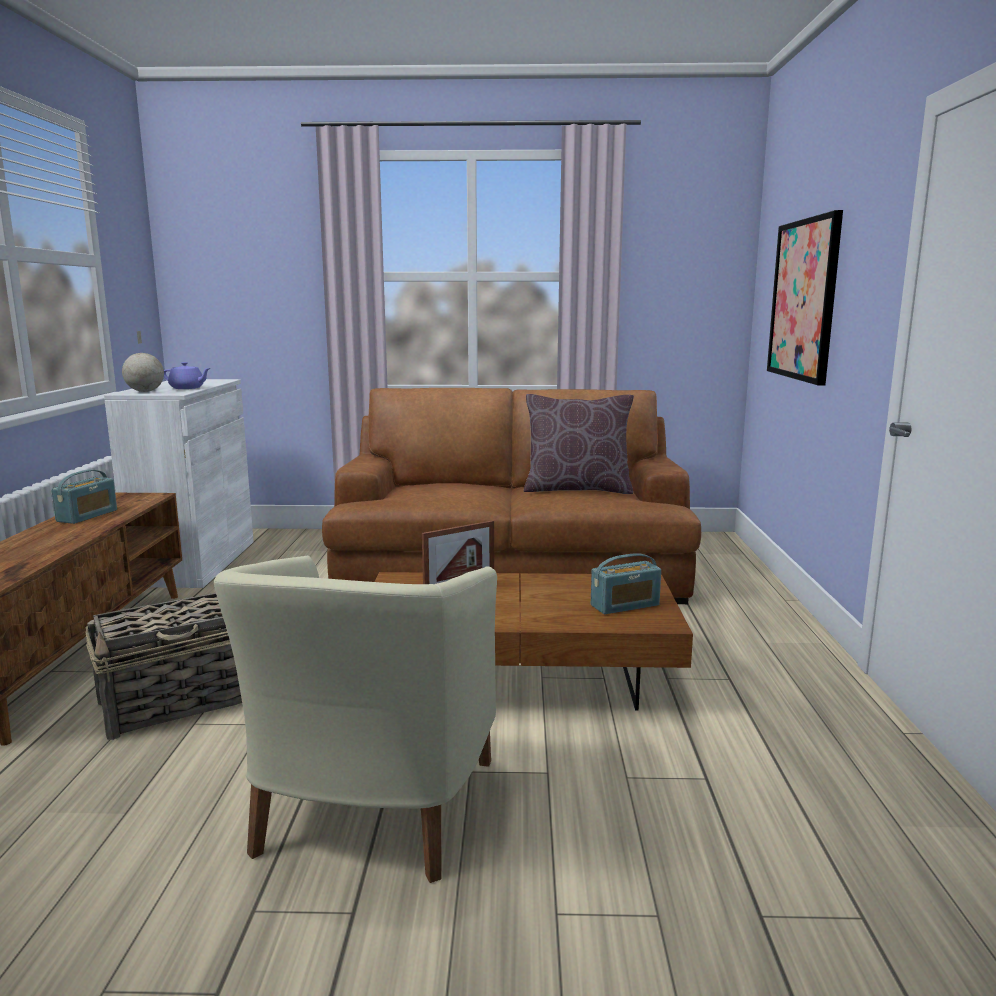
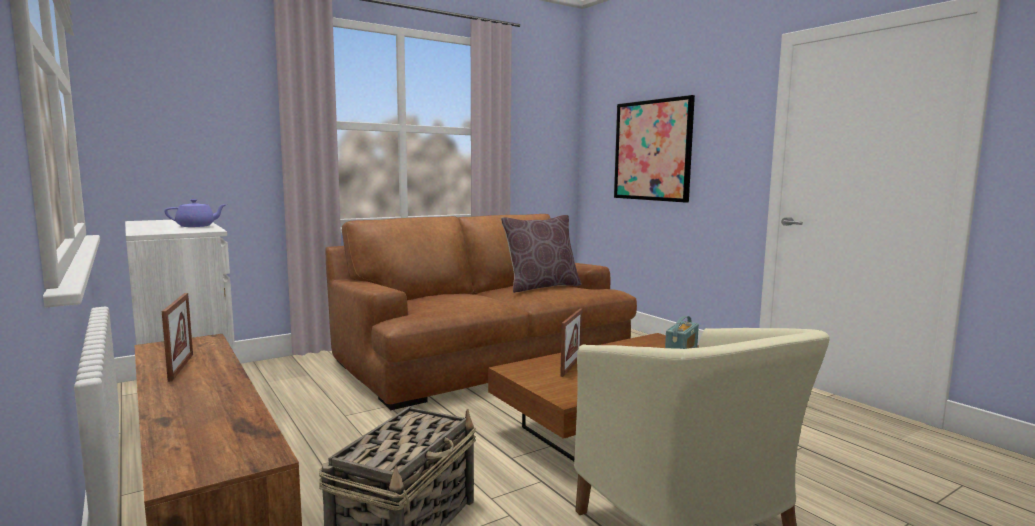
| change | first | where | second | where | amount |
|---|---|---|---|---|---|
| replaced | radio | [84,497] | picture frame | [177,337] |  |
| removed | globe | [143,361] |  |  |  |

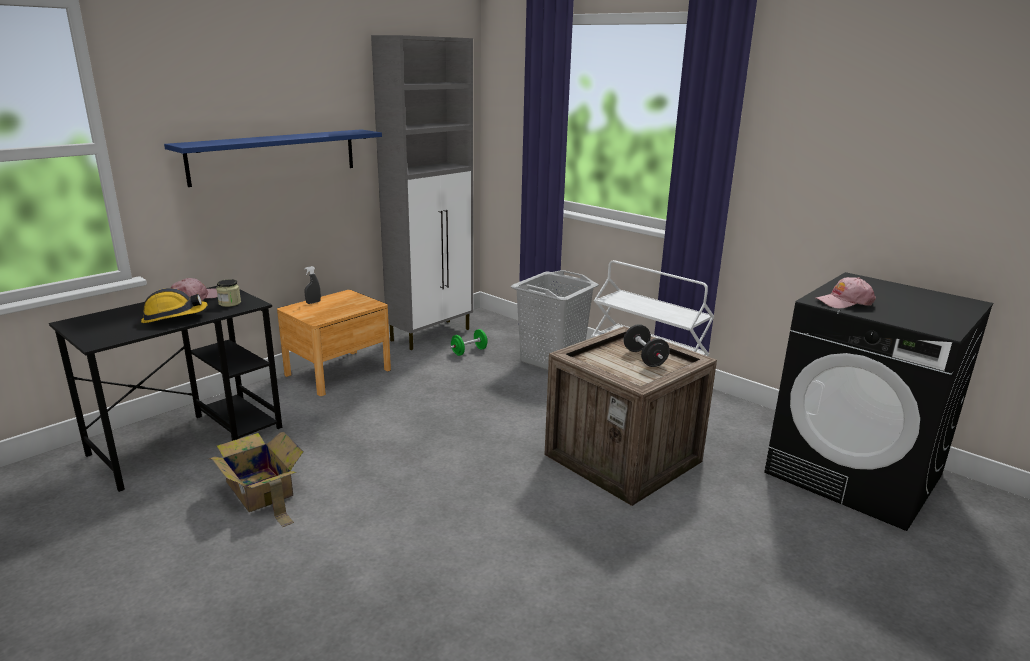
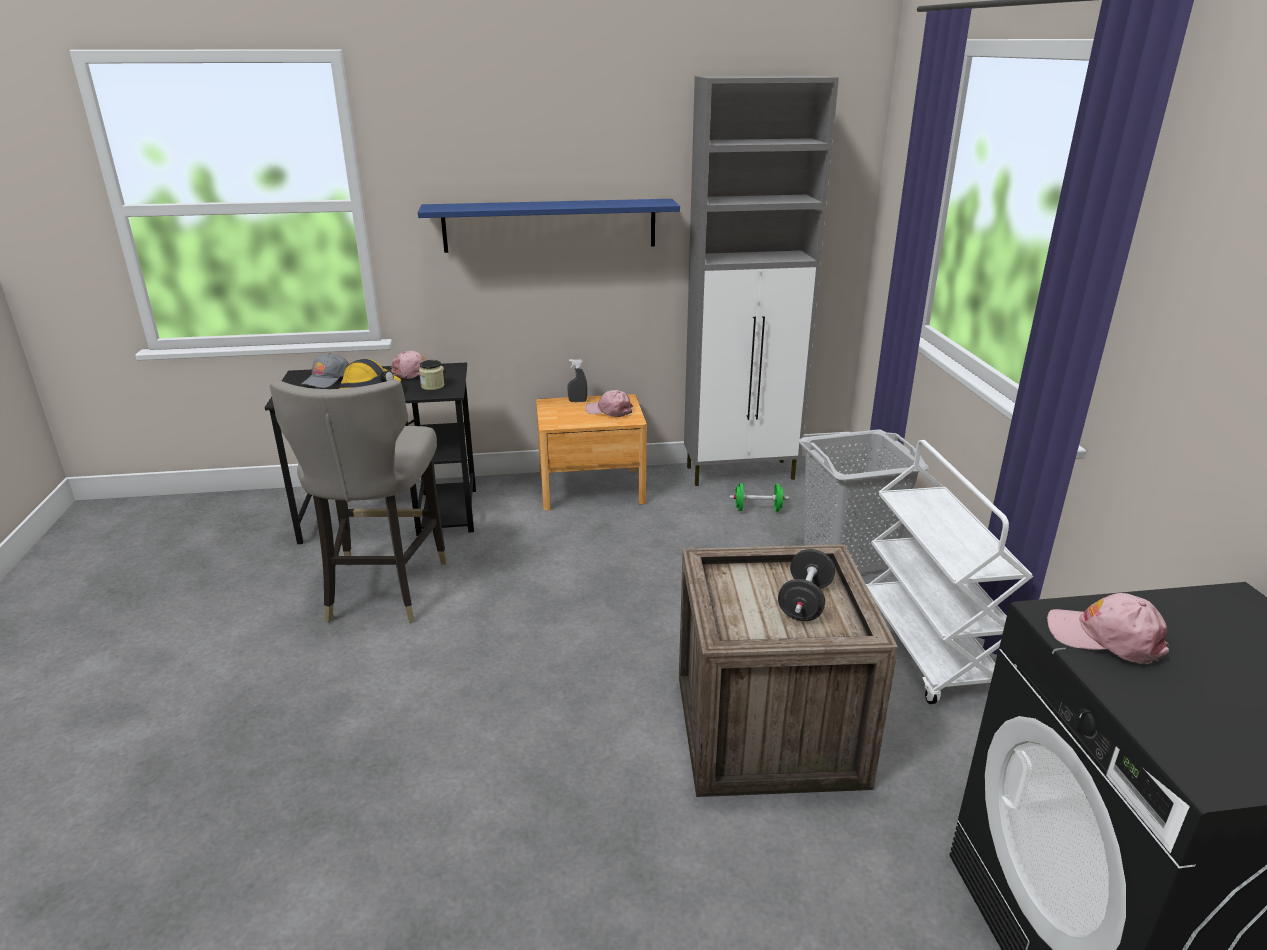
| change | first | where | second | where | amount |
|---|---|---|---|---|---|
| replaced | cardboard box | [256,479] | grey stool | [358,501] |  |
| added |  |  | grey cap | [325,370] |  |
| added |  |  | pink cap | [609,403] |  |

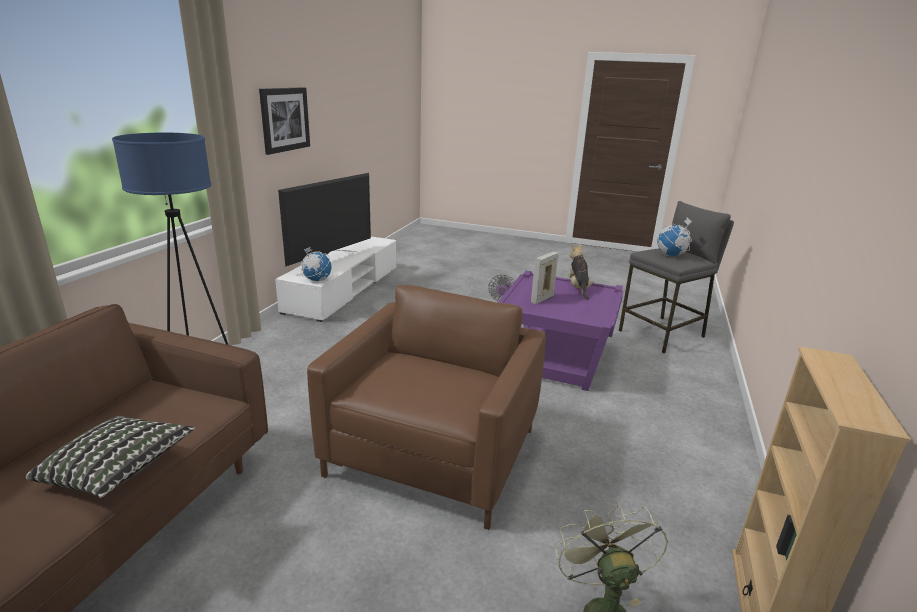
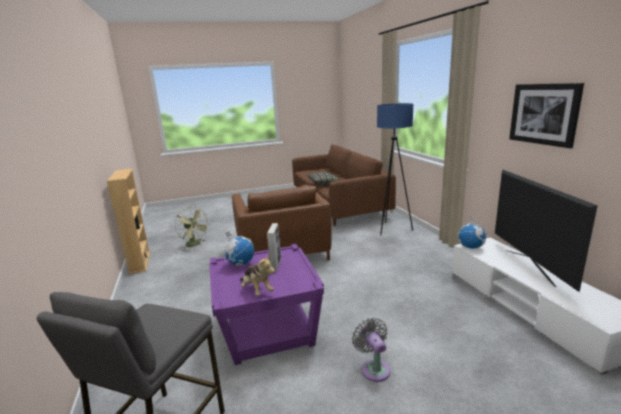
| change | first | where | second | where | amount |
|---|---|---|---|---|---|
| moved | globe | [674,236] |  | [238,248] |  |

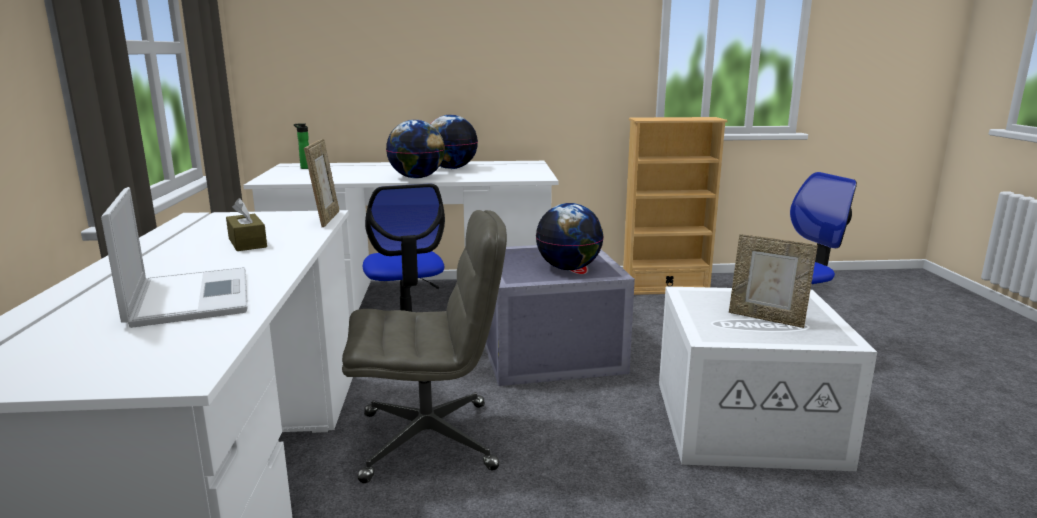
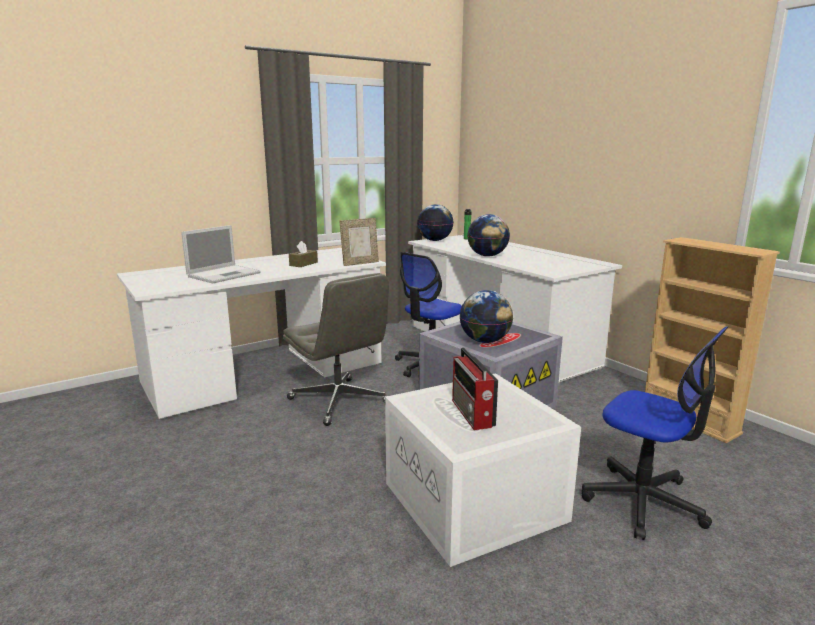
| change | first | where | second | where | amount |
|---|---|---|---|---|---|
| moved | globe | [454,142] |  | [435,222] |  |
| replaced | picture frame | [773,281] | radio | [475,389] |  |

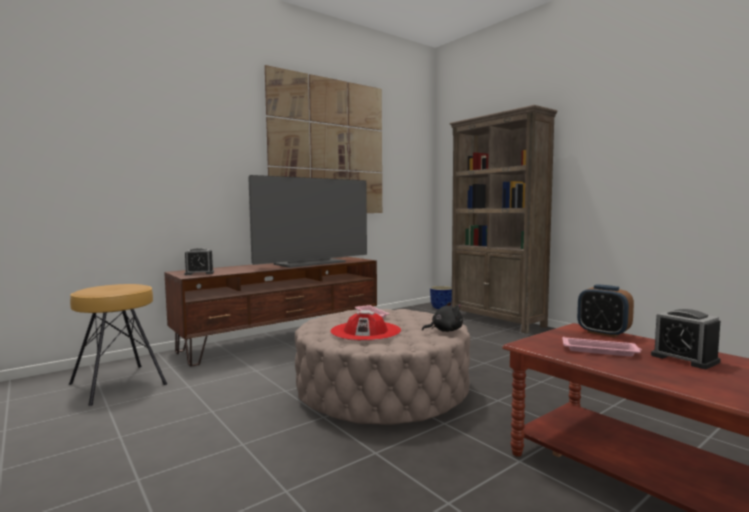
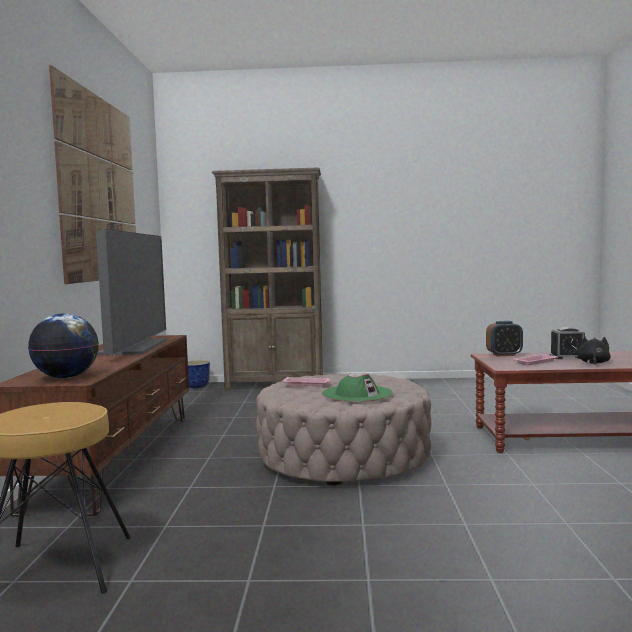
| change | first | where | second | where | amount |
|---|---|---|---|---|---|
| replaced | alarm clock | [199,261] | globe | [63,345] |  |
| recoloured | red hat | [365,325] | green hat | [357,387] |  |
| moved | black plush toy | [442,317] |  | [594,351] |  |

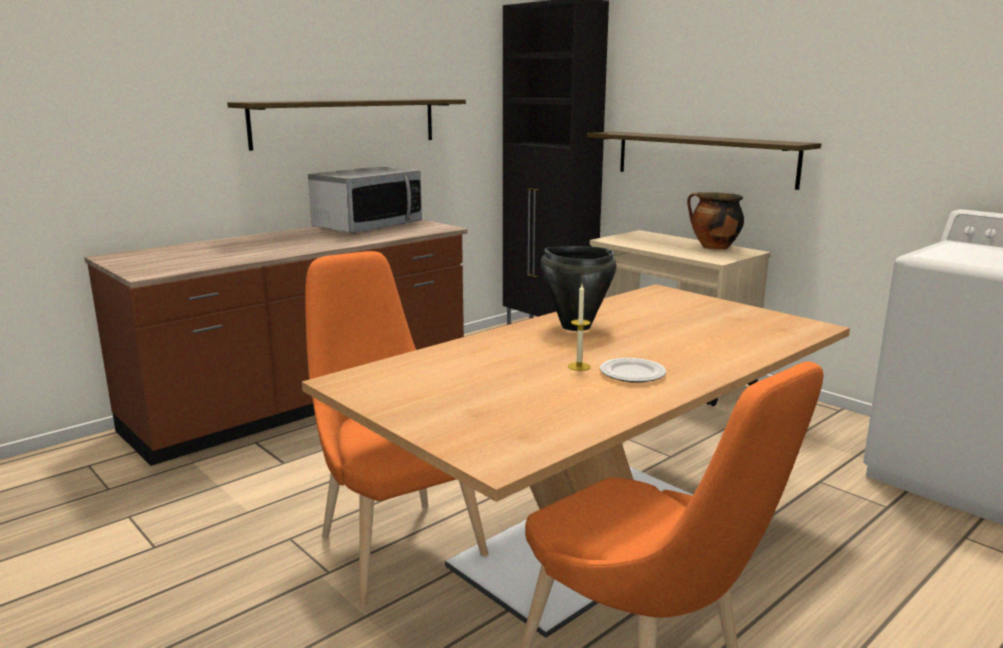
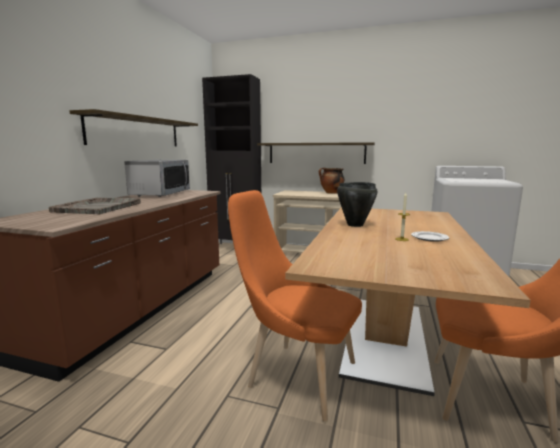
| change | first | where | second | where | amount |
|---|---|---|---|---|---|
| added |  |  | grey tray | [95,206] |  |

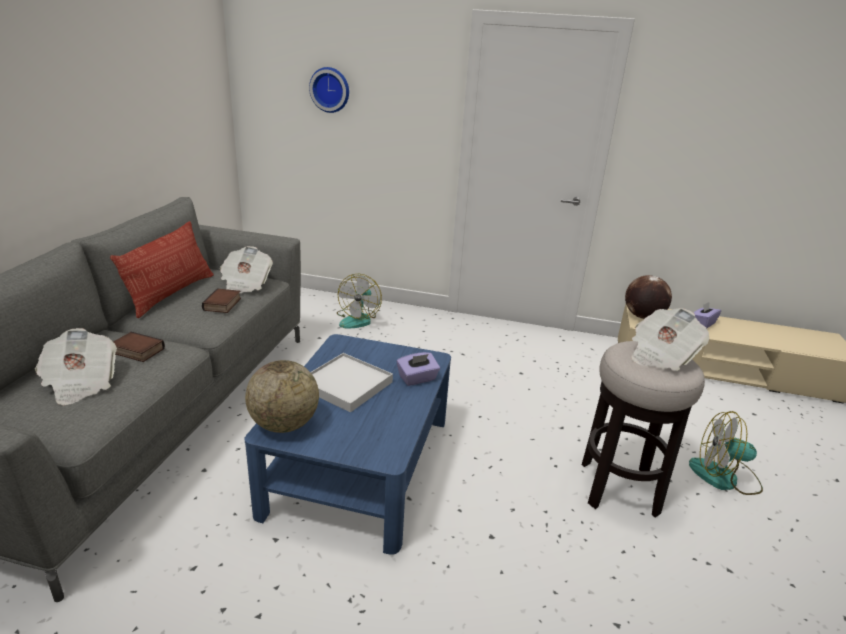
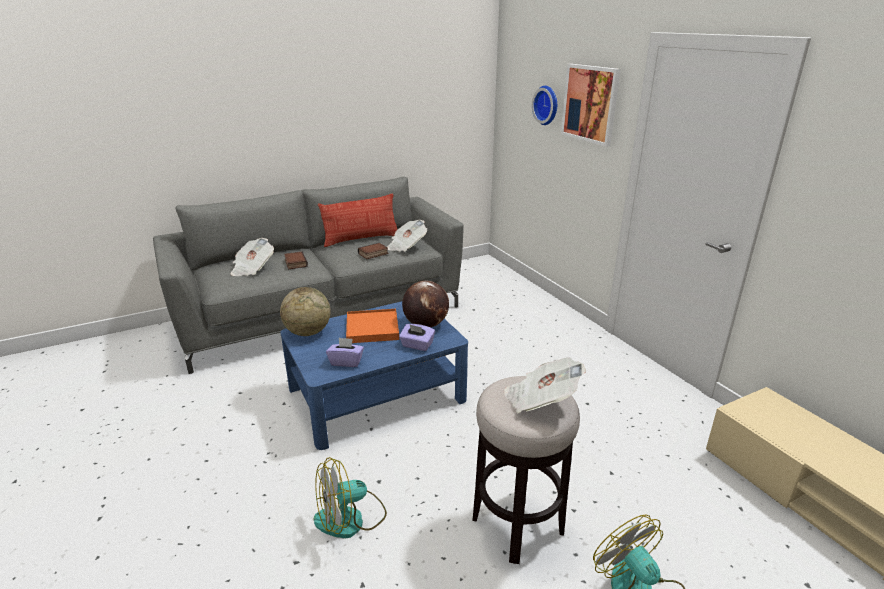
| change | first | where | second | where | amount |
|---|---|---|---|---|---|
| recoloured | white tray | [352,382] | orange tray | [372,326] |  |
| moved | fan | [359,301] |  | [350,497] |  |
| moved | globe | [648,297] |  | [425,304] |  |
| moved | purple tissue box | [707,315] |  | [345,352] |  |
| added |  |  | picture | [591,105] |  |

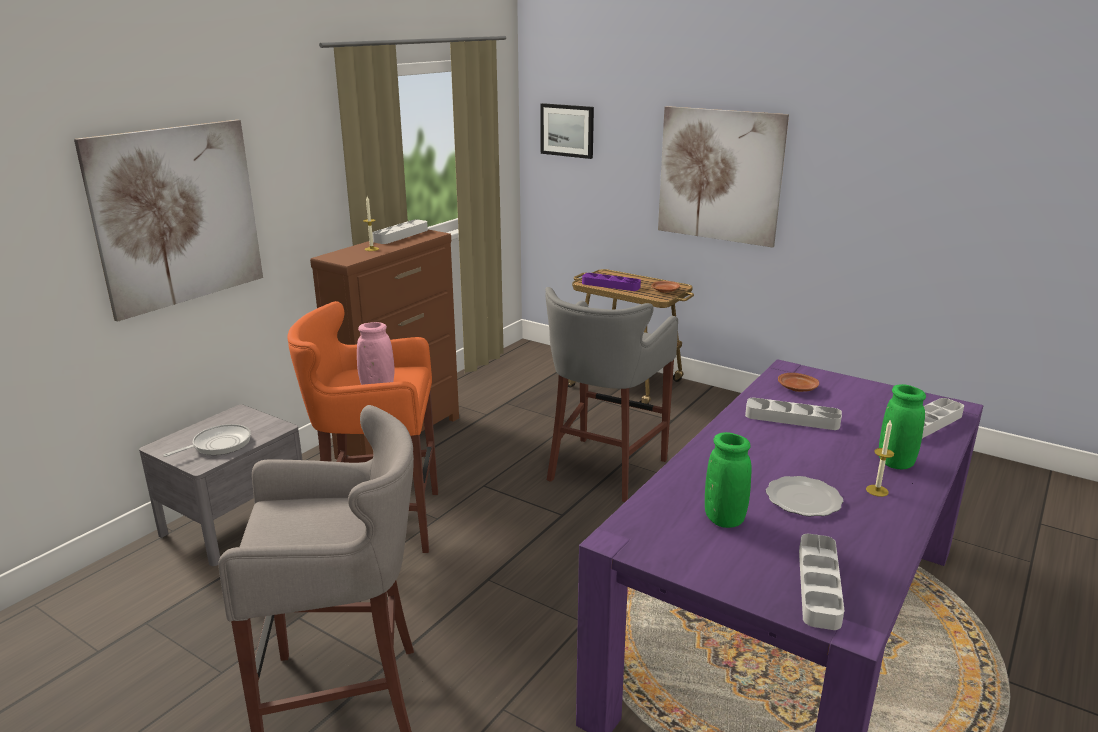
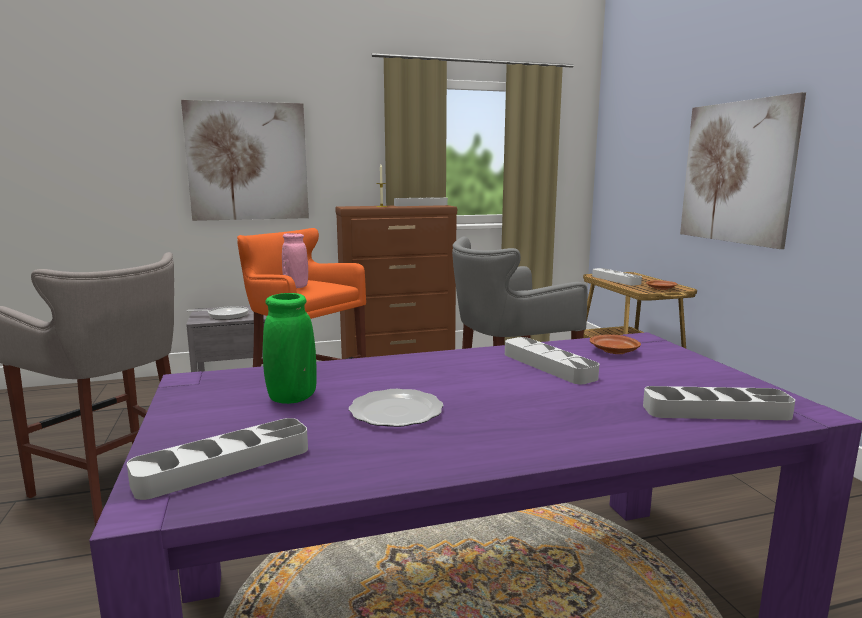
| change | first | where | second | where | amount |
|---|---|---|---|---|---|
| removed | picture | [567,131] |  |  |  |
| recoloured | purple tray | [611,282] | grey tray | [617,277] |  |
| removed | candle | [880,458] |  |  |  |
| removed | green vase | [902,426] |  |  |  |

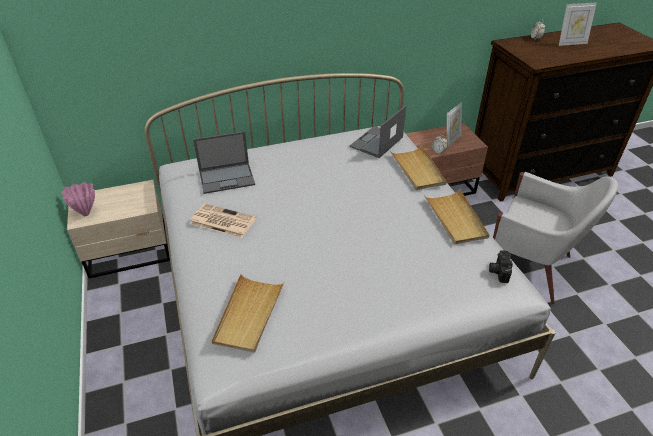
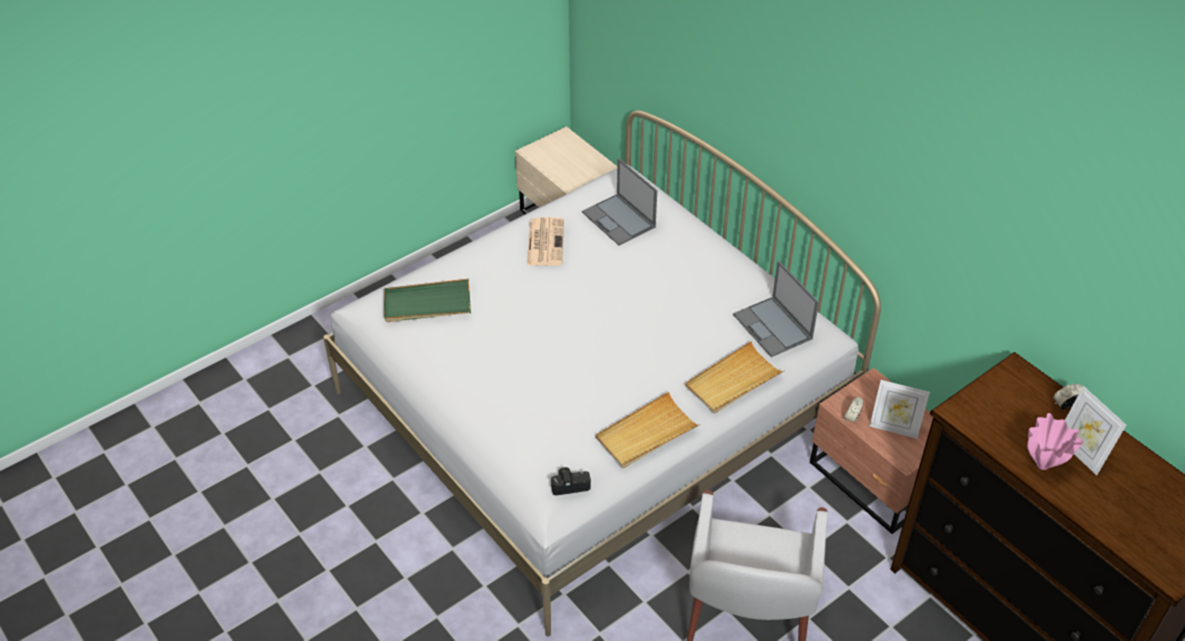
| change | first | where | second | where | amount |
|---|---|---|---|---|---|
| moved | pink vase | [78,199] |  | [1055,441] |  |
| recoloured | beige tray | [248,313] | green tray | [427,300] |  |
| turned | laptop | [378,131] |  | [776,309] | 135 degrees counterclockwise |

